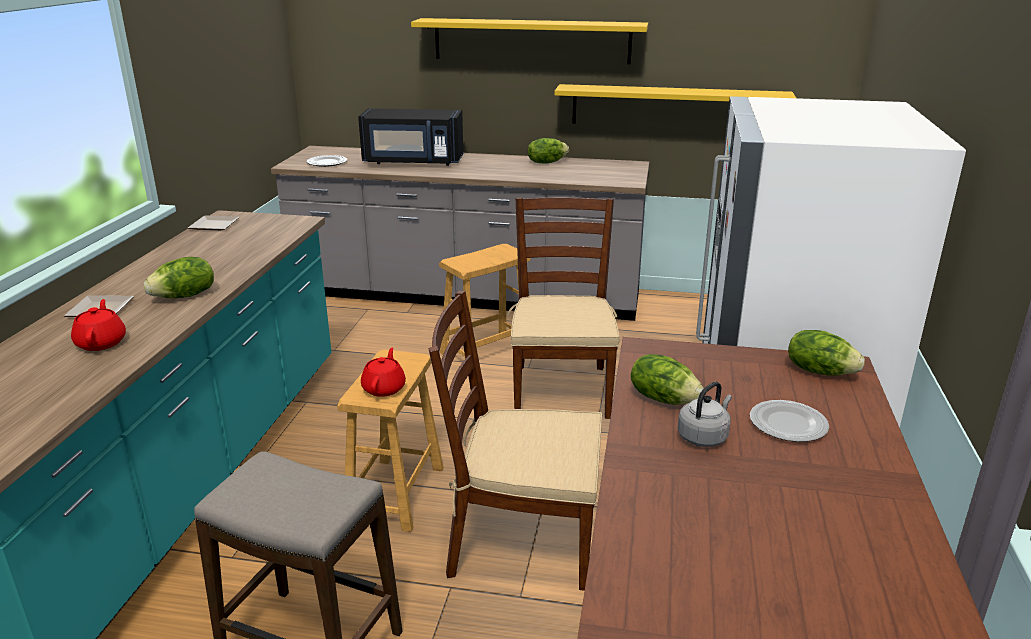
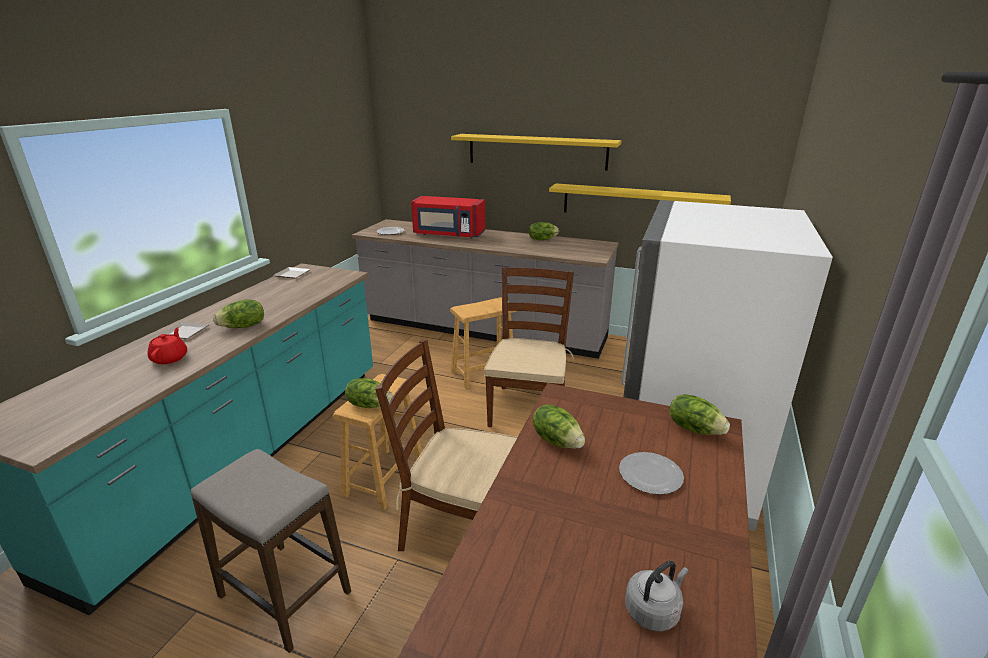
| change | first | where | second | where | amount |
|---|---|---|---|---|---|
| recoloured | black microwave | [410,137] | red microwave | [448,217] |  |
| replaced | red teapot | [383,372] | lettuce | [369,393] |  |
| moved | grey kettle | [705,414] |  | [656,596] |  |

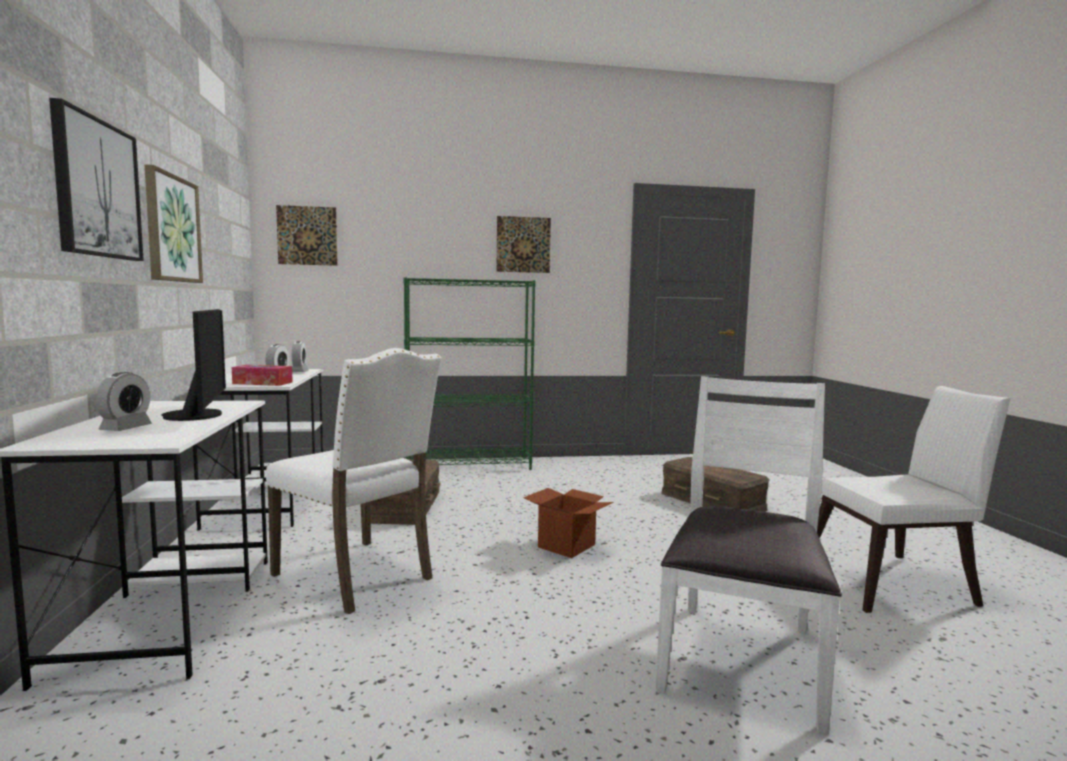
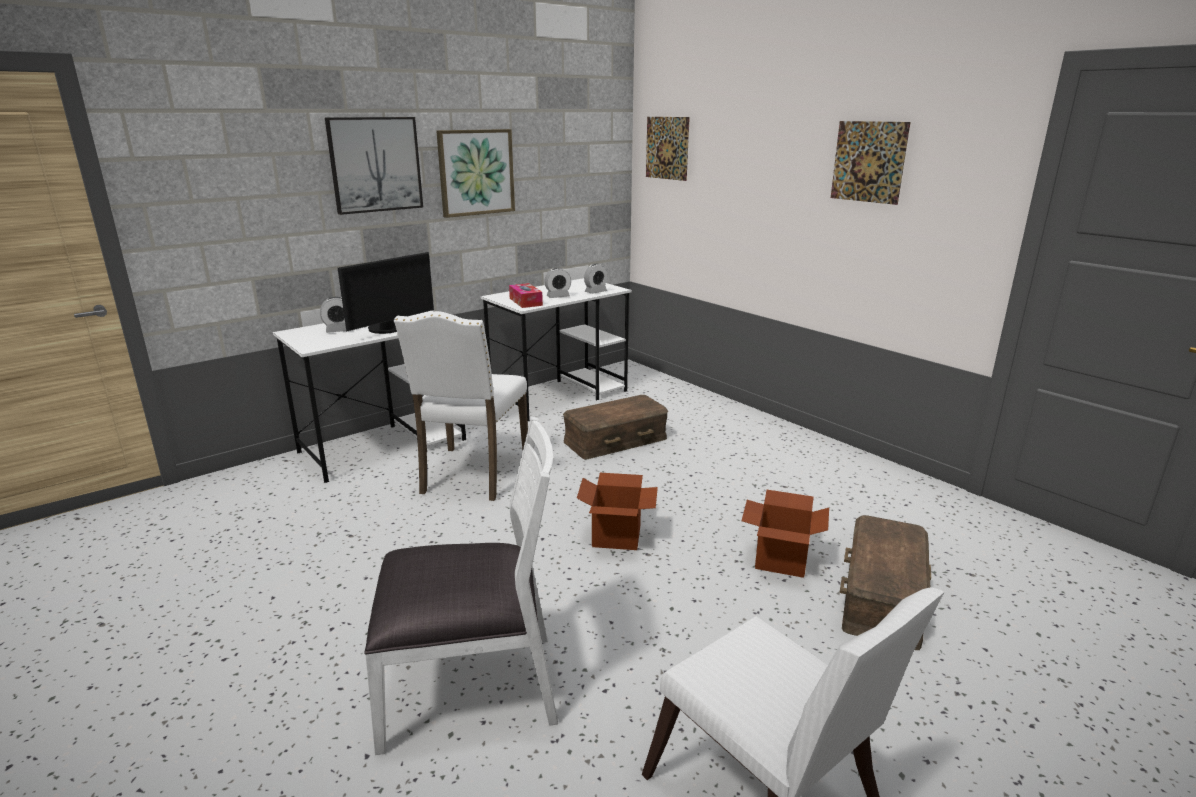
| change | first | where | second | where | amount |
|---|---|---|---|---|---|
| removed | green bookcase | [469,373] |  |  |  |
| added |  |  | cardboard box | [785,534] |  |

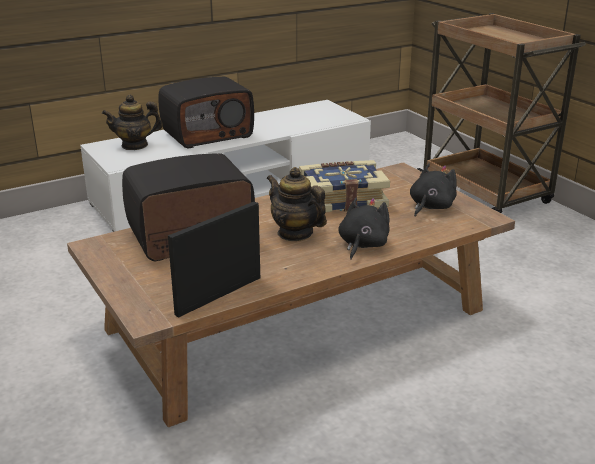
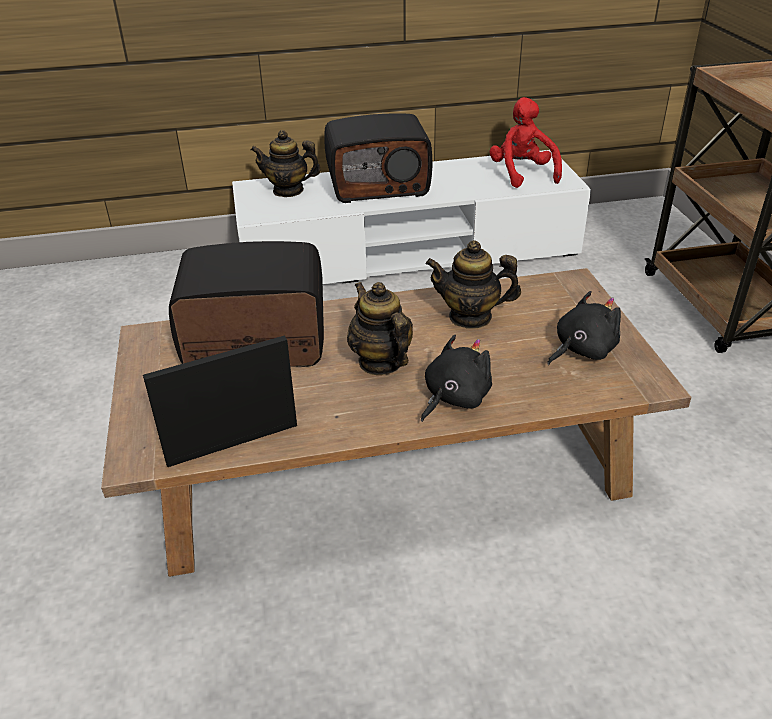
| change | first | where | second | where | amount |
|---|---|---|---|---|---|
| replaced | book | [344,186] | teapot | [473,284] |  |
| added |  |  | red plush toy | [525,142] |  |

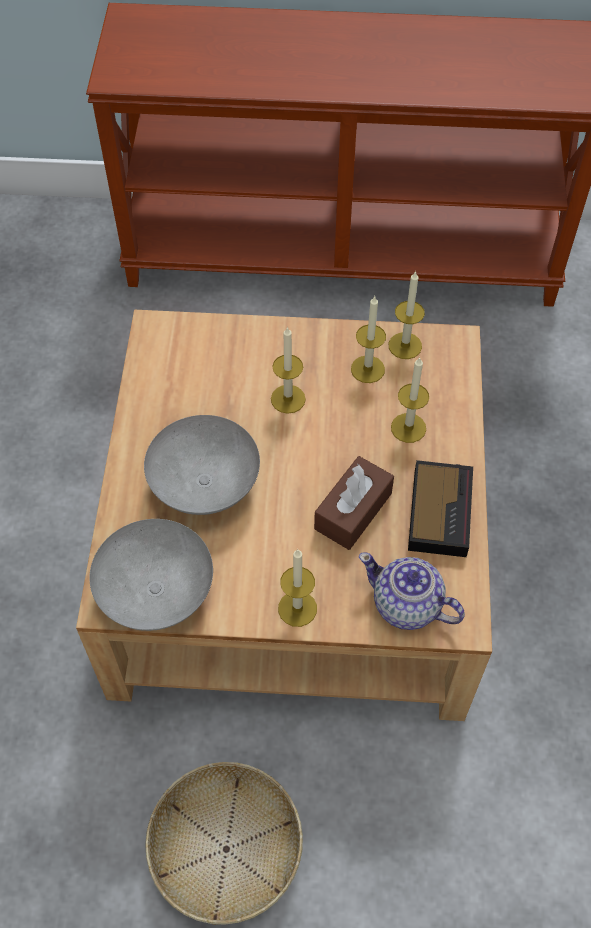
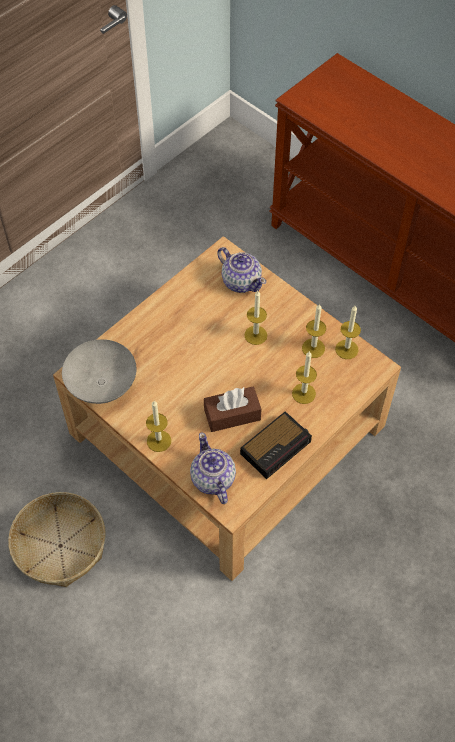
| change | first | where | second | where | amount |
|---|---|---|---|---|---|
| removed | grey bowl | [202,465] |  |  |  |
| added |  |  | teapot | [241,270] |  |

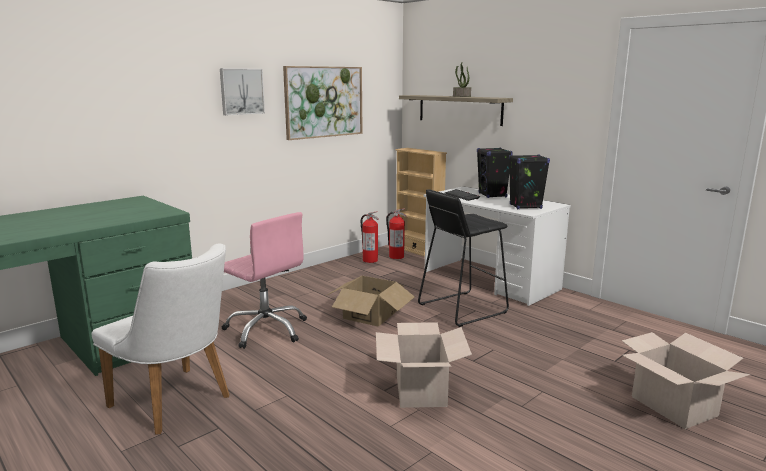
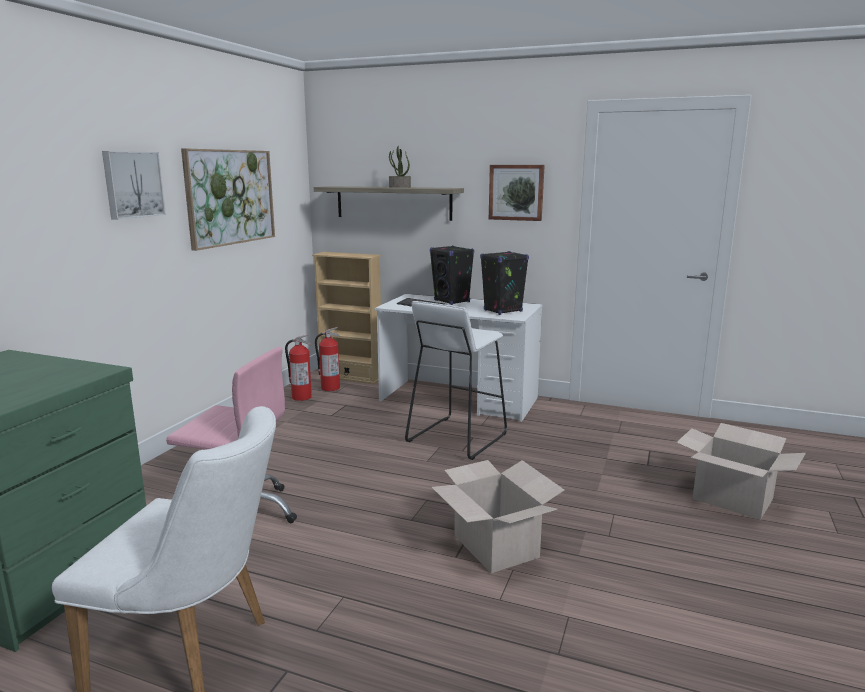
| change | first | where | second | where | amount |
|---|---|---|---|---|---|
| removed | cardboard box | [371,301] |  |  |  |
| recoloured | black stool | [463,258] | white stool | [456,380] |  |
| added |  |  | picture | [517,193] |  |

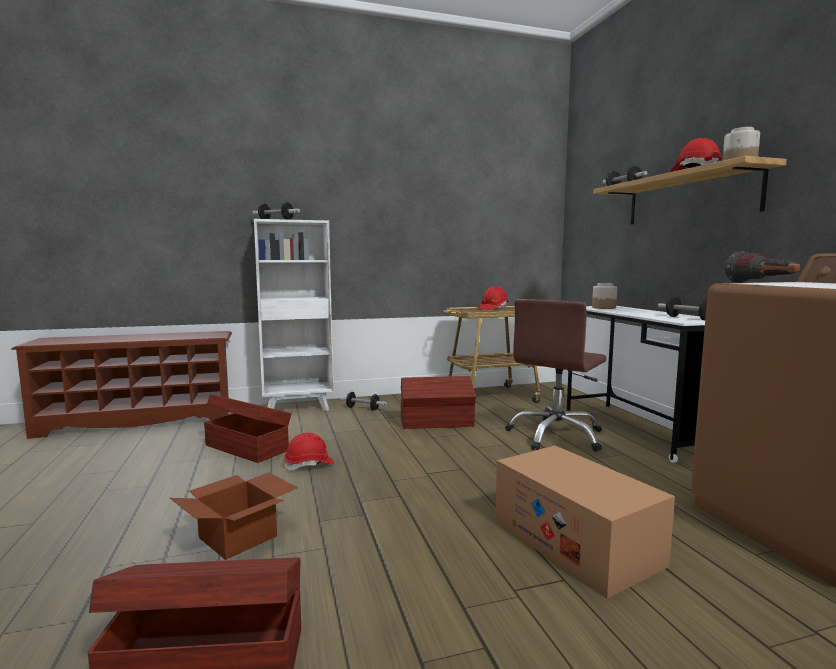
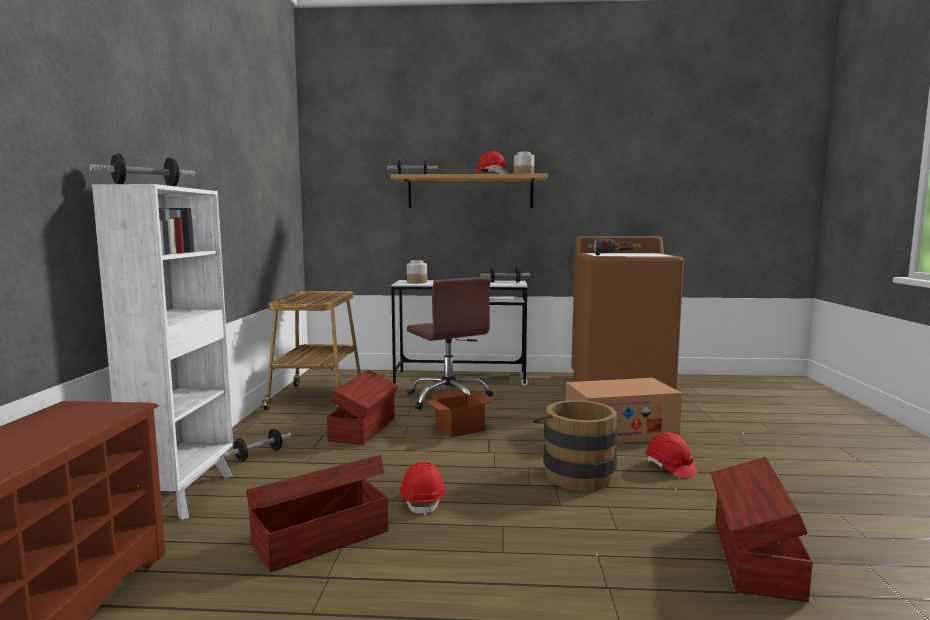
| change | first | where | second | where | amount |
|---|---|---|---|---|---|
| moved | cardboard box | [234,516] |  | [460,413] |  |
| moved | red hard hat | [494,298] |  | [672,455] |  |
| added |  |  | brown bucket | [575,445] |  |

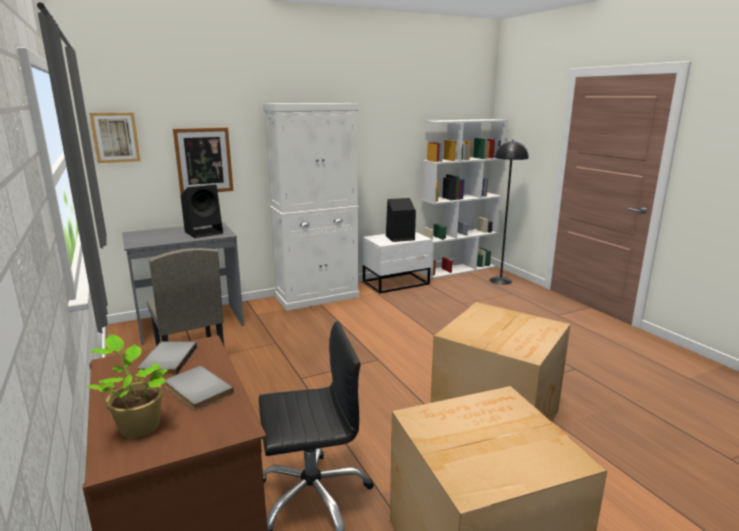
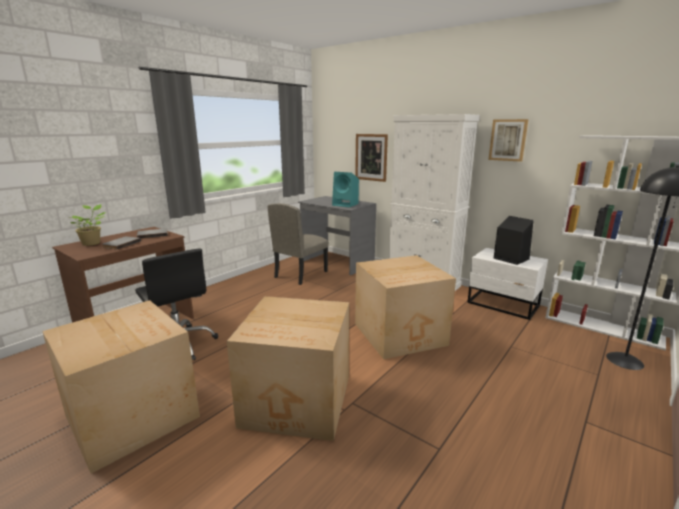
| change | first | where | second | where | amount |
|---|---|---|---|---|---|
| moved | picture | [114,137] |  | [508,140] |  |
| recoloured | black speaker | [202,211] | turquoise speaker | [345,189] |  |
| added |  |  | cardboard box | [405,307] |  |

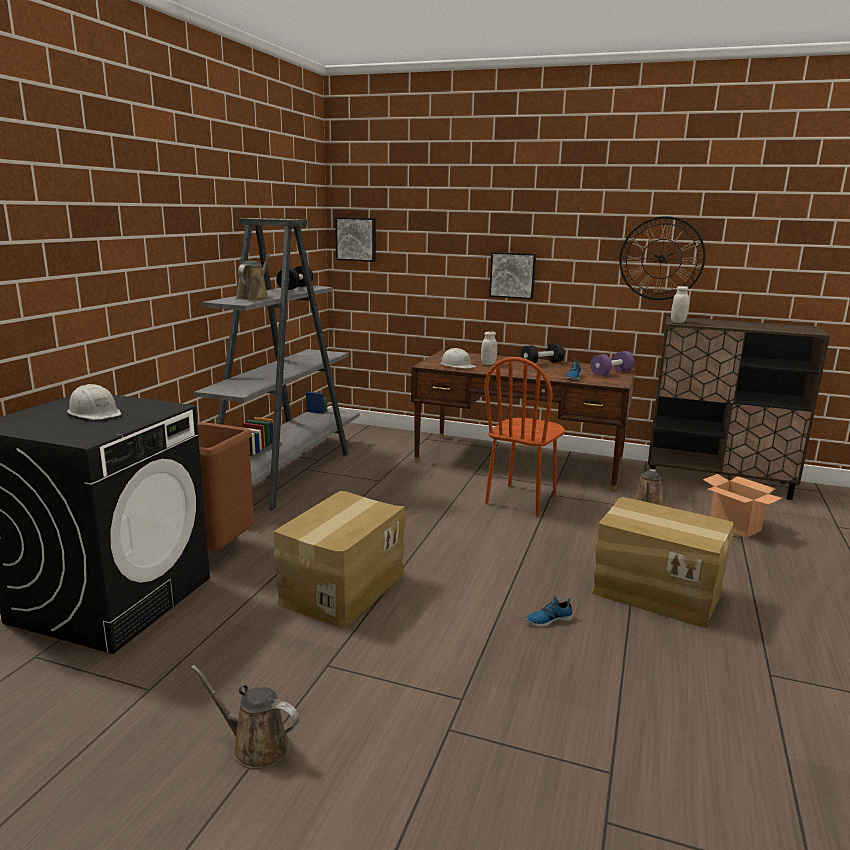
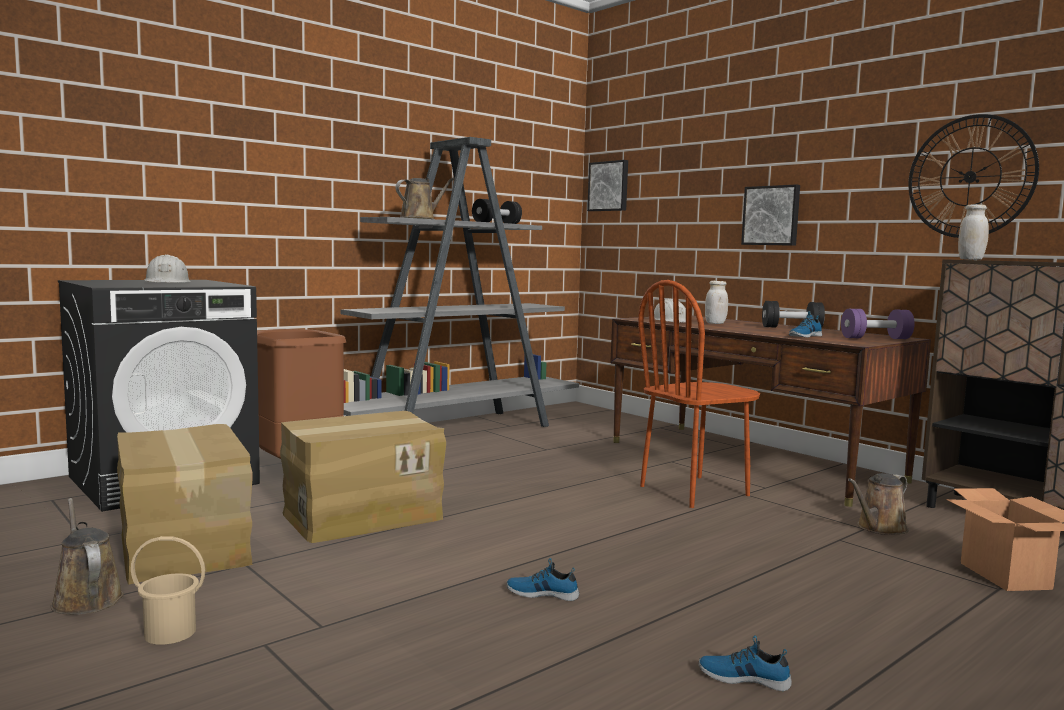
| change | first | where | second | where | amount |
|---|---|---|---|---|---|
| moved | cardboard box | [662,562] |  | [185,504] |  |
| added |  |  | beige bucket | [168,590] |  |
| added |  |  | shoe | [745,663] |  |

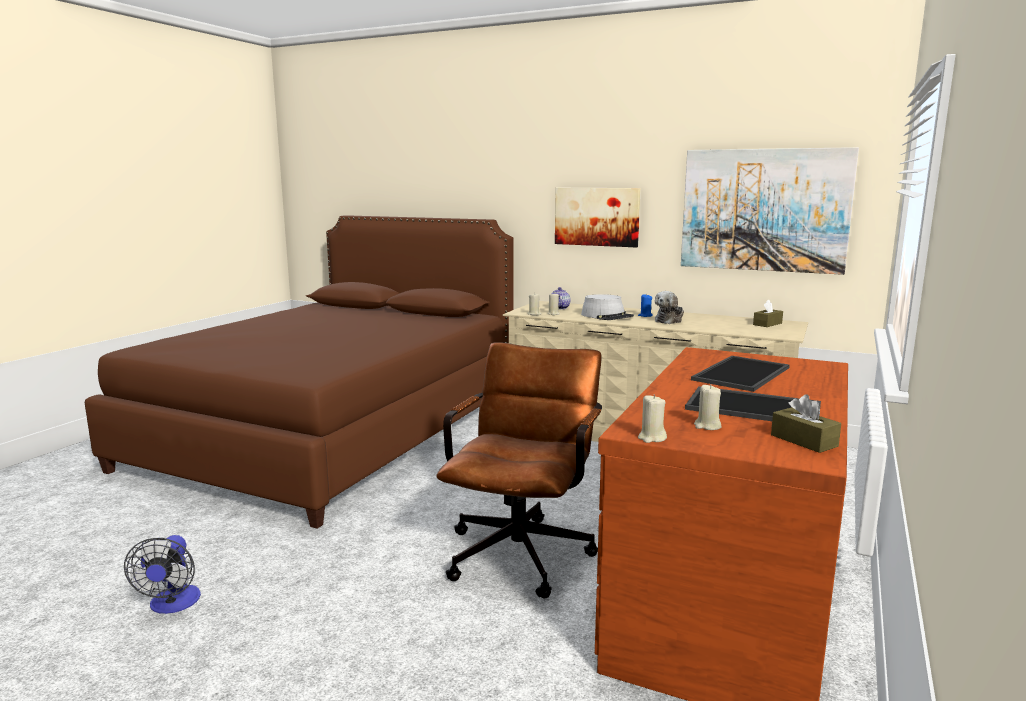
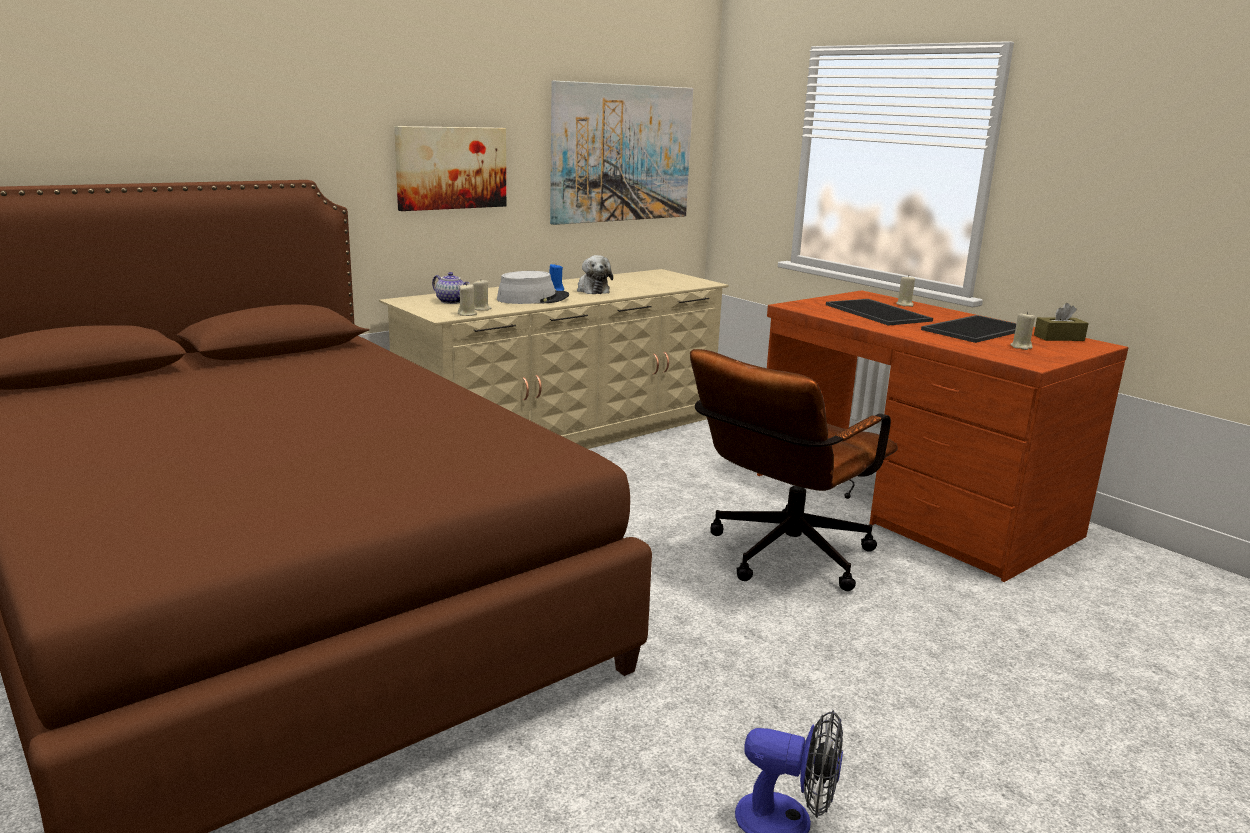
| change | first | where | second | where | amount |
|---|---|---|---|---|---|
| turned | brown office chair | [519,470] |  | [794,470] | 90 degrees counterclockwise |
| moved | beige candle | [652,418] |  | [905,291] |  |
| removed | brown tissue box | [768,313] |  |  |  |

